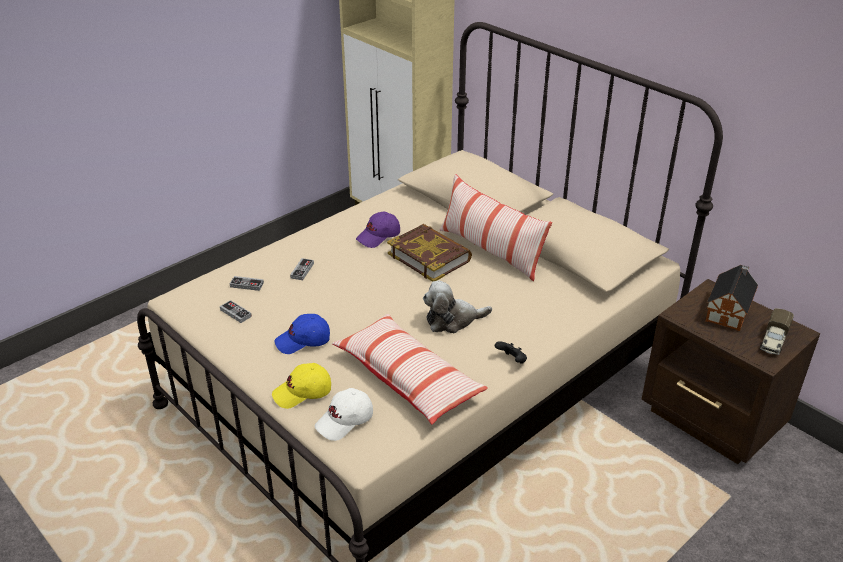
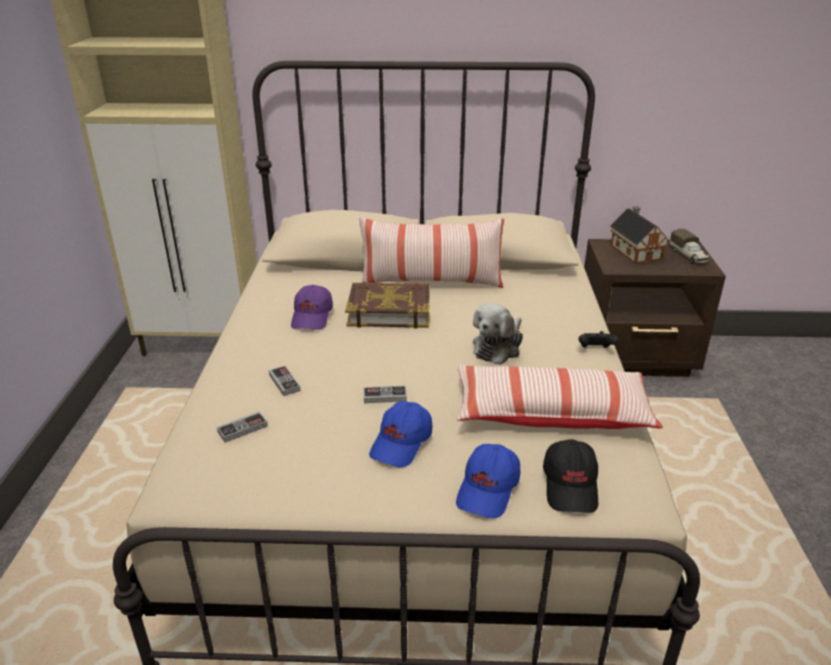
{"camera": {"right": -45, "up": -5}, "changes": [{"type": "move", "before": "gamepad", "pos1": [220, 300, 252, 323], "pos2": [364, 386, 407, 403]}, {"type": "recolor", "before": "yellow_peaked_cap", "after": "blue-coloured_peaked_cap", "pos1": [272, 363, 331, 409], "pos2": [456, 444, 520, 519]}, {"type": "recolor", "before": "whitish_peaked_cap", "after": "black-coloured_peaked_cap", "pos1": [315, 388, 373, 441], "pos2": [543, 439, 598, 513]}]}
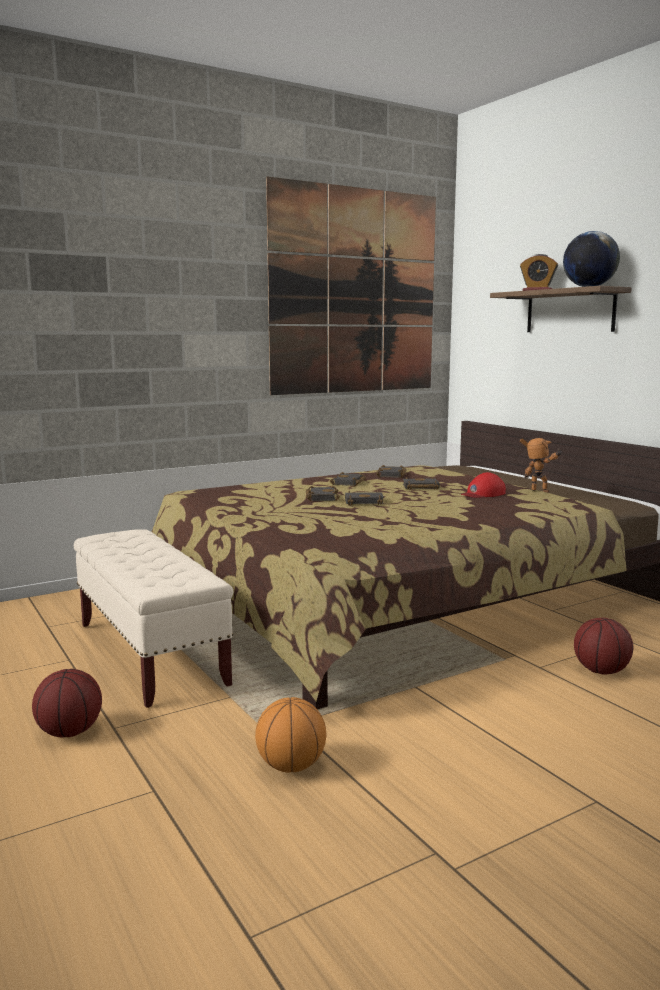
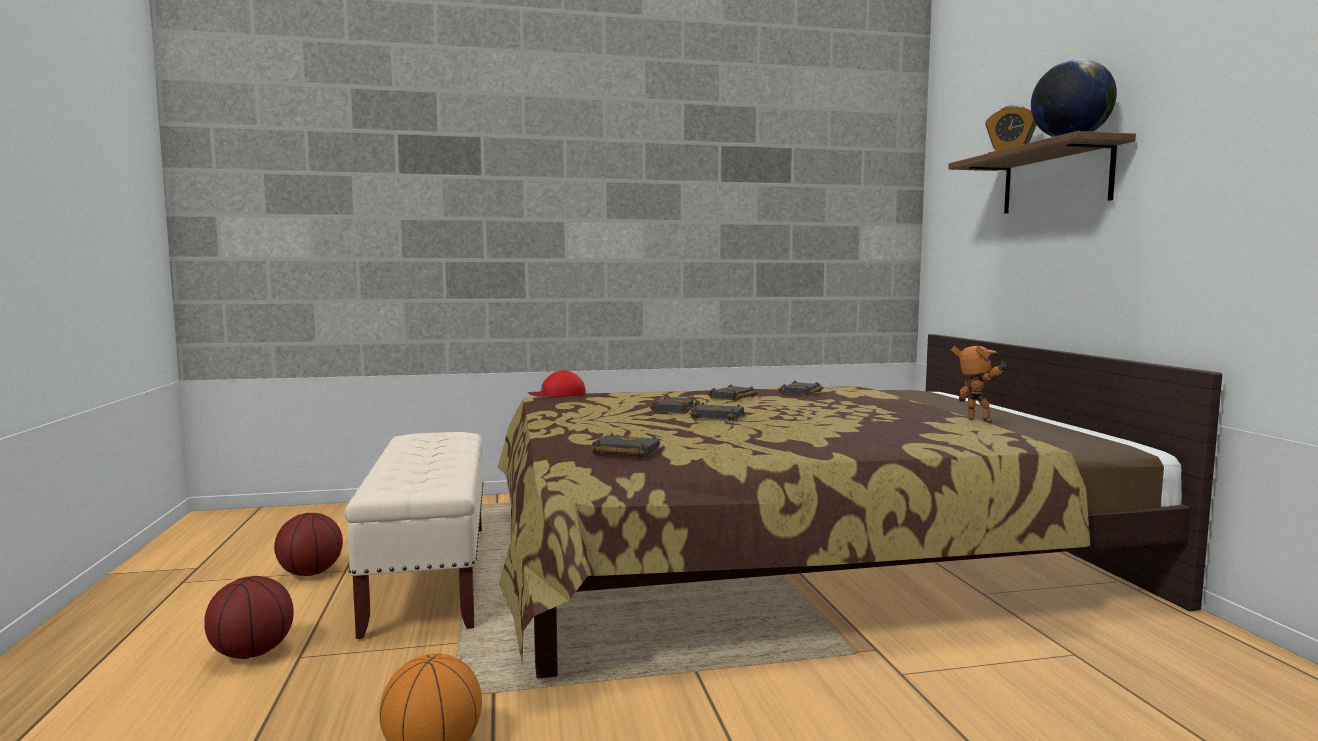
{"camera": {"right": 20, "up": -5}, "changes": [{"type": "delete", "before": "wall_art", "pos1": [266, 177, 436, 395]}, {"type": "move", "before": "red_peaked_cap", "pos1": [461, 472, 506, 498], "pos2": [528, 370, 586, 397]}, {"type": "move", "before": "black-coloured_book", "pos1": [403, 477, 440, 490], "pos2": [592, 433, 661, 458]}, {"type": "move", "before": "basketball_ball", "pos1": [574, 618, 633, 675], "pos2": [274, 513, 343, 576]}]}
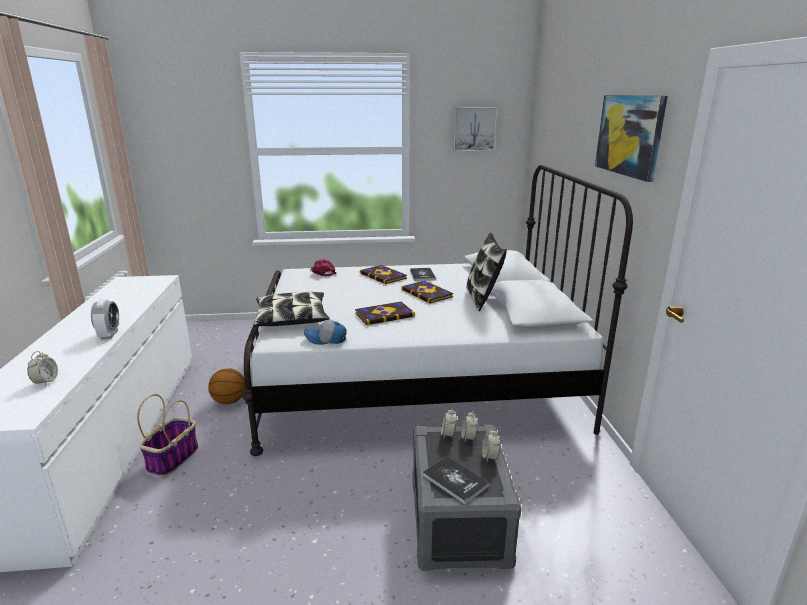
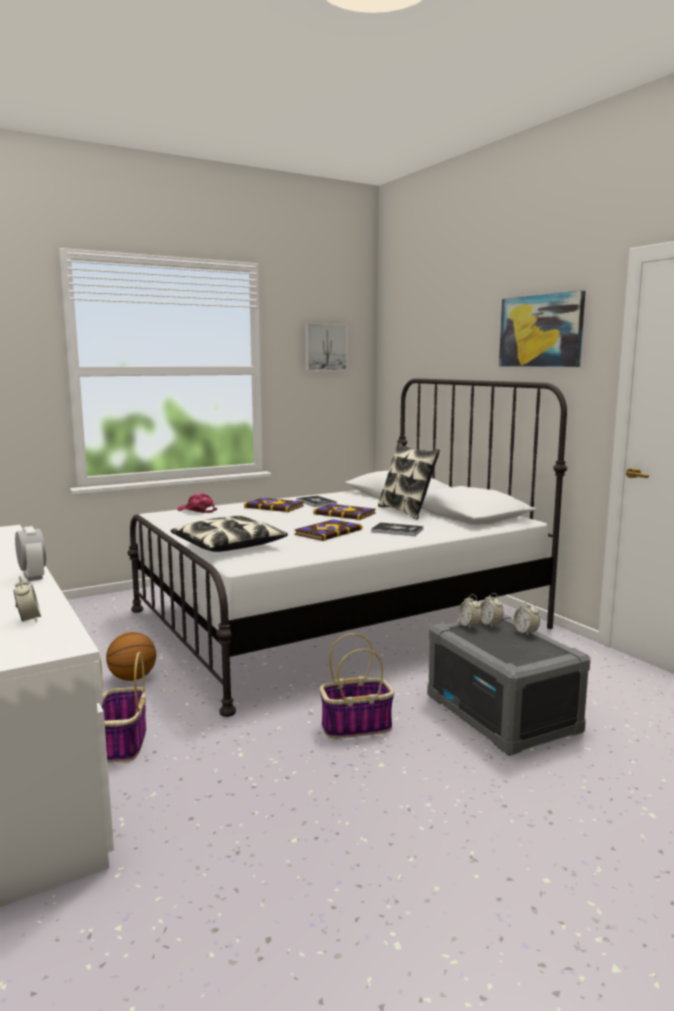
{"camera": {"right": -25, "up": -10}, "changes": [{"type": "delete", "before": "peaked_cap", "pos1": [304, 319, 347, 345]}, {"type": "move", "before": "book", "pos1": [422, 456, 489, 505], "pos2": [371, 523, 423, 536]}, {"type": "insert", "after": "household_basket", "pos2": [320, 633, 394, 739]}]}
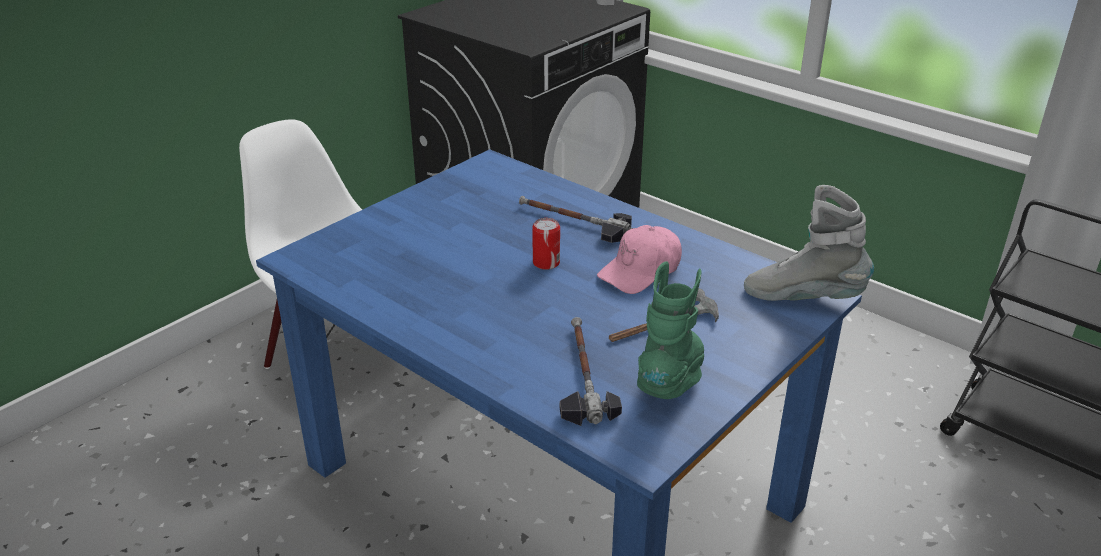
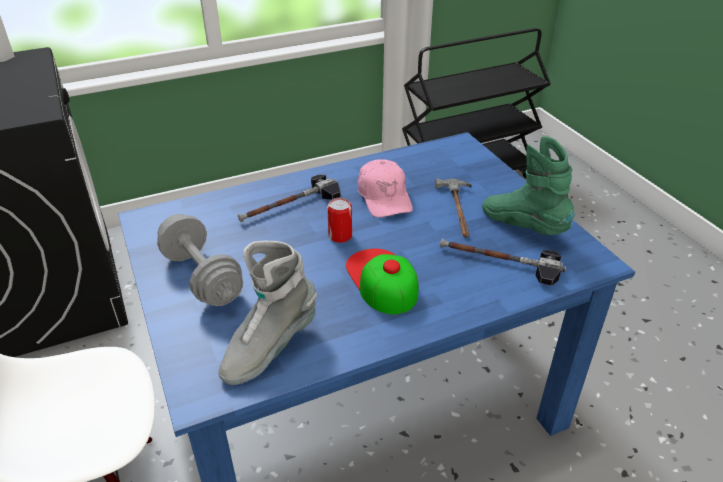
{"camera": {"right": -65, "up": 5}, "changes": [{"type": "move", "before": "greyish_tall_boot", "pos1": [744, 185, 874, 301], "pos2": [218, 241, 317, 385]}, {"type": "insert", "after": "greyish_free_weight", "pos2": [157, 214, 243, 306]}, {"type": "insert", "after": "peaked_cap", "pos2": [346, 249, 418, 314]}]}
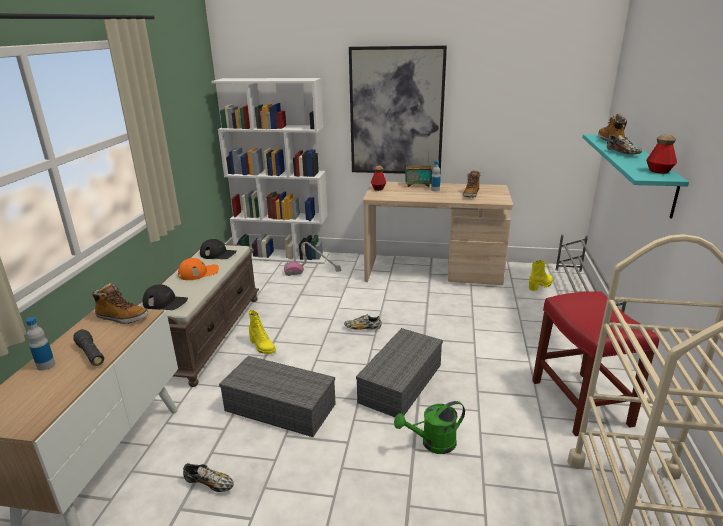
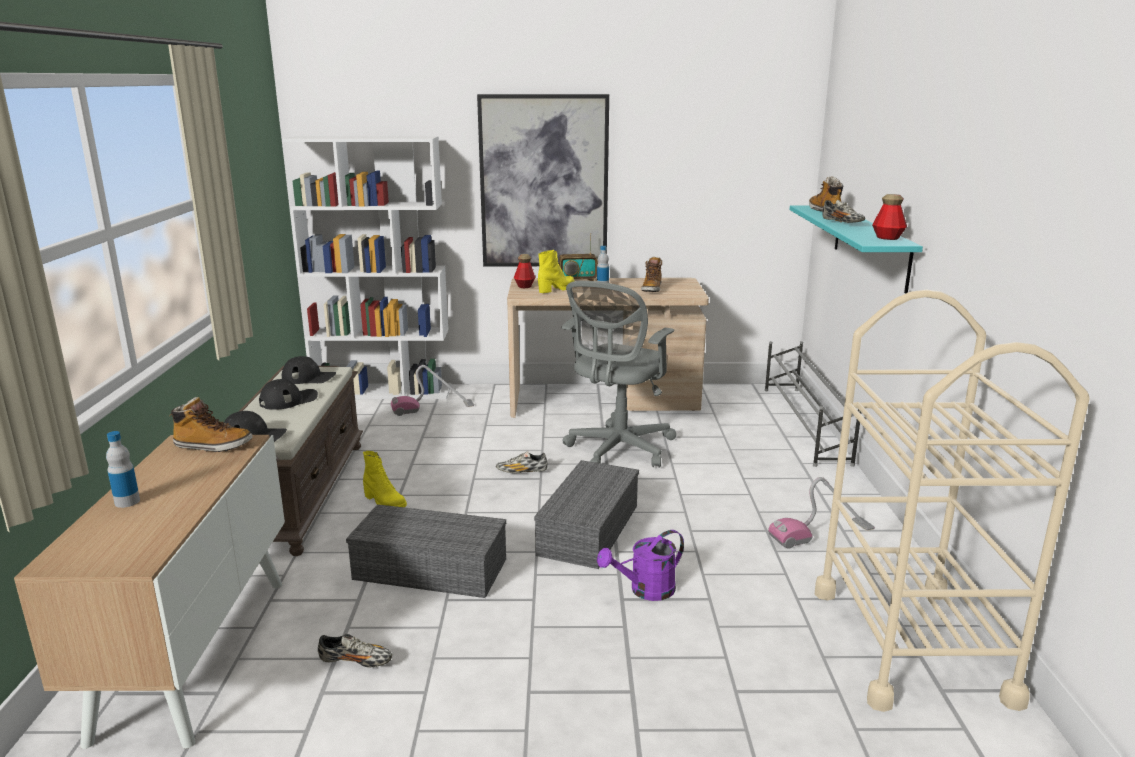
{"camera": {"right": -10, "up": -5}, "changes": [{"type": "recolor", "before": "orange_peaked_cap", "after": "black-coloured_peaked_cap", "pos1": [178, 258, 219, 280], "pos2": [259, 379, 318, 410]}, {"type": "move", "before": "yellow_tall_boot", "pos1": [529, 260, 553, 291], "pos2": [538, 250, 574, 293]}, {"type": "replace", "before": "red_sitting_stool", "after": "hoover", "pos1": [532, 291, 659, 436], "pos2": [768, 477, 875, 549]}, {"type": "delete", "before": "black-coloured_hand_torch", "pos1": [73, 329, 104, 366]}, {"type": "recolor", "before": "green_sprinkling_can", "after": "purple_sprinkling_can", "pos1": [394, 401, 465, 454], "pos2": [597, 530, 684, 601]}, {"type": "insert", "after": "greyish_desk_chair", "pos2": [561, 281, 676, 467]}]}
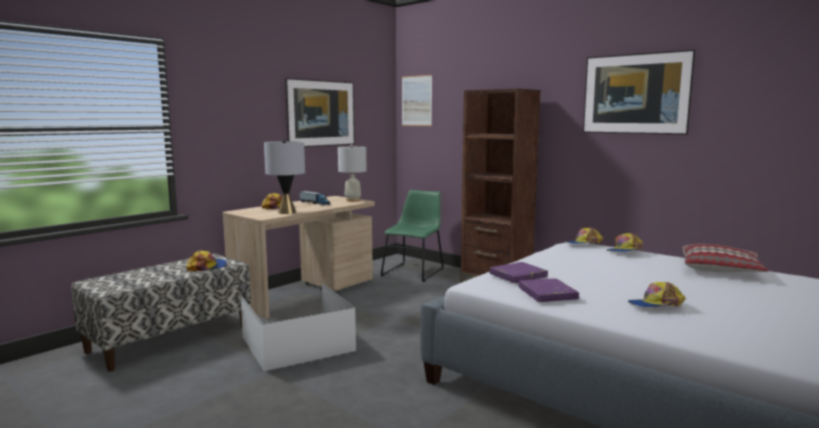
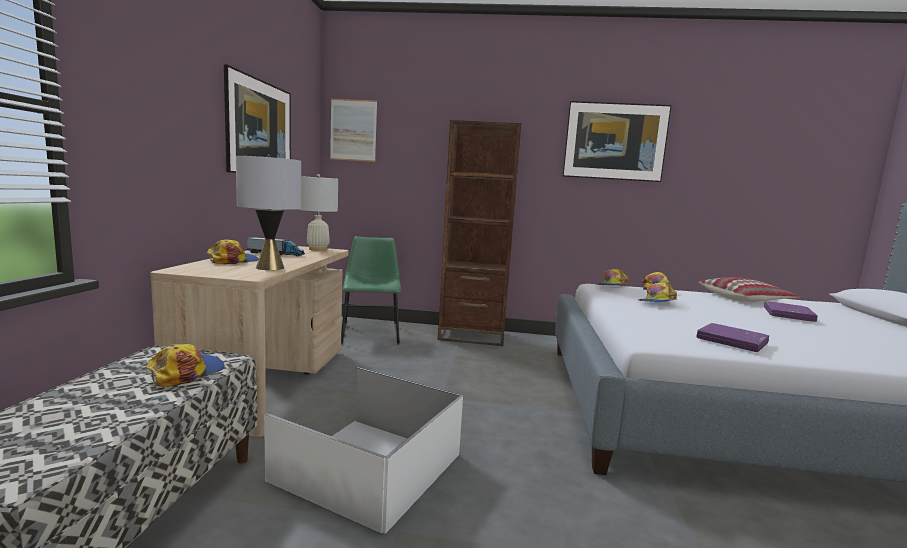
{"camera": {"right": -35, "up": 0}, "changes": [{"type": "move", "before": "purple_book", "pos1": [489, 262, 548, 283], "pos2": [764, 301, 818, 322]}, {"type": "move", "before": "peaked_cap", "pos1": [628, 282, 686, 307], "pos2": [638, 282, 677, 302]}]}
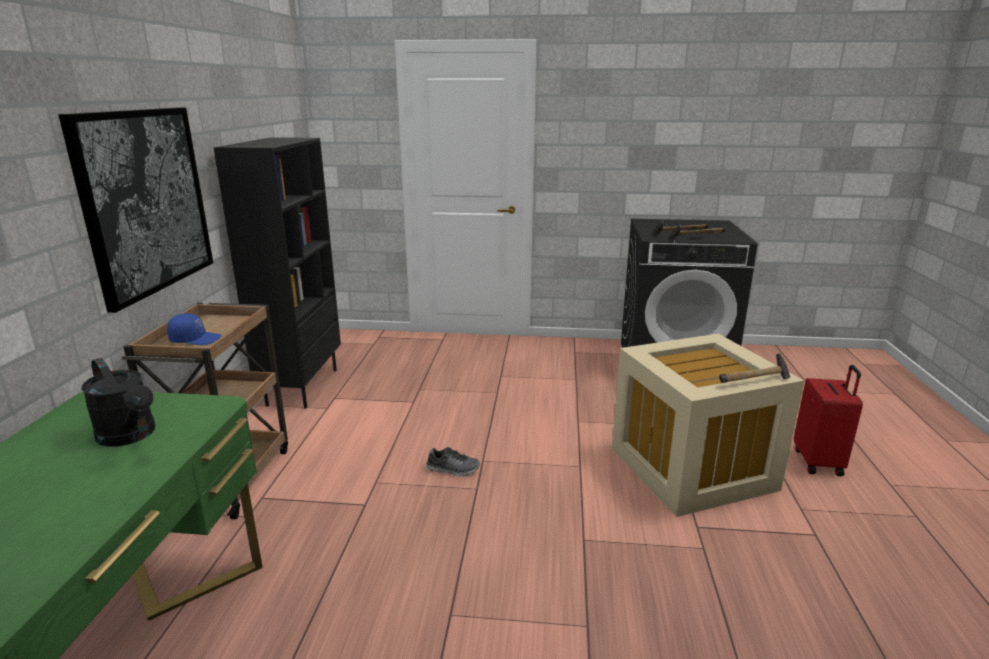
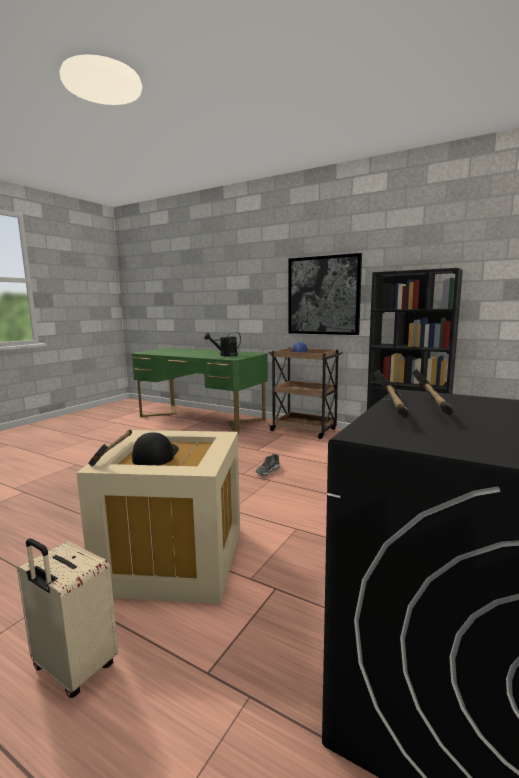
{"camera": {"right": 115, "up": -10}, "changes": [{"type": "recolor", "before": "red_suitcase", "after": "beige-coloured_suitcase", "pos1": [794, 365, 863, 476], "pos2": [17, 538, 118, 698]}, {"type": "insert", "after": "peaked_cap", "pos2": [132, 432, 179, 465]}]}
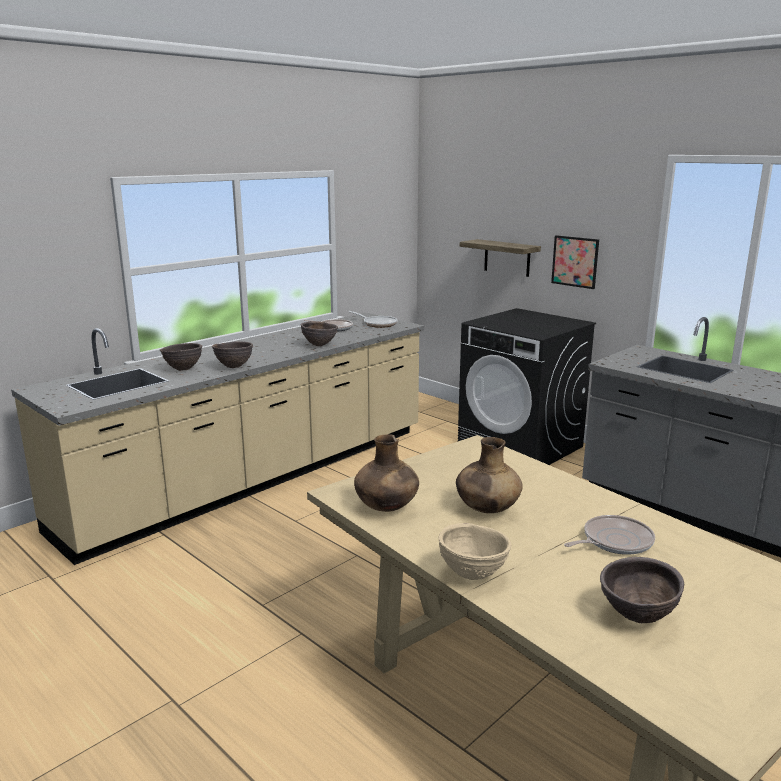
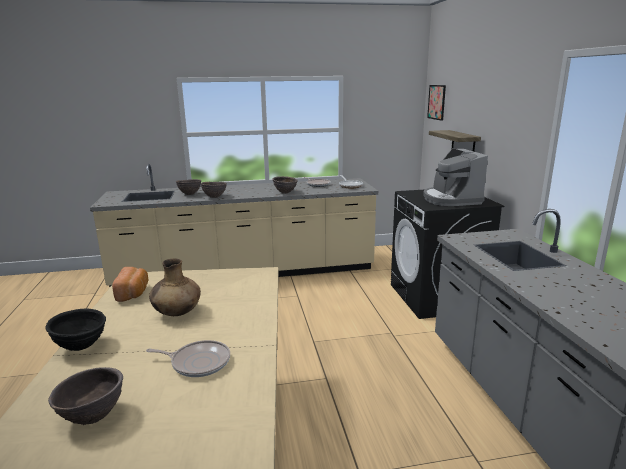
{"camera": {"right": 35, "up": 0}, "changes": [{"type": "move", "before": "wall_art", "pos1": [551, 235, 599, 289], "pos2": [427, 85, 446, 121]}, {"type": "replace", "before": "brown_flower_vase", "after": "bread", "pos1": [354, 434, 419, 512], "pos2": [112, 267, 148, 302]}, {"type": "recolor", "before": "beige-coloured_deep_dish", "after": "black-coloured_deep_dish", "pos1": [438, 523, 511, 580], "pos2": [45, 309, 106, 351]}, {"type": "insert", "after": "coffee_maker", "pos2": [423, 148, 488, 206]}]}
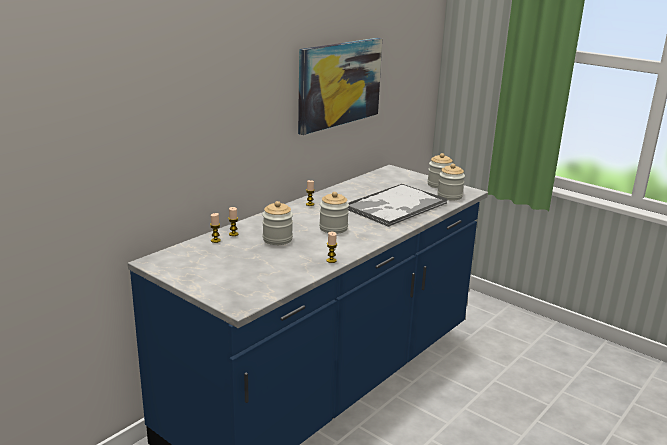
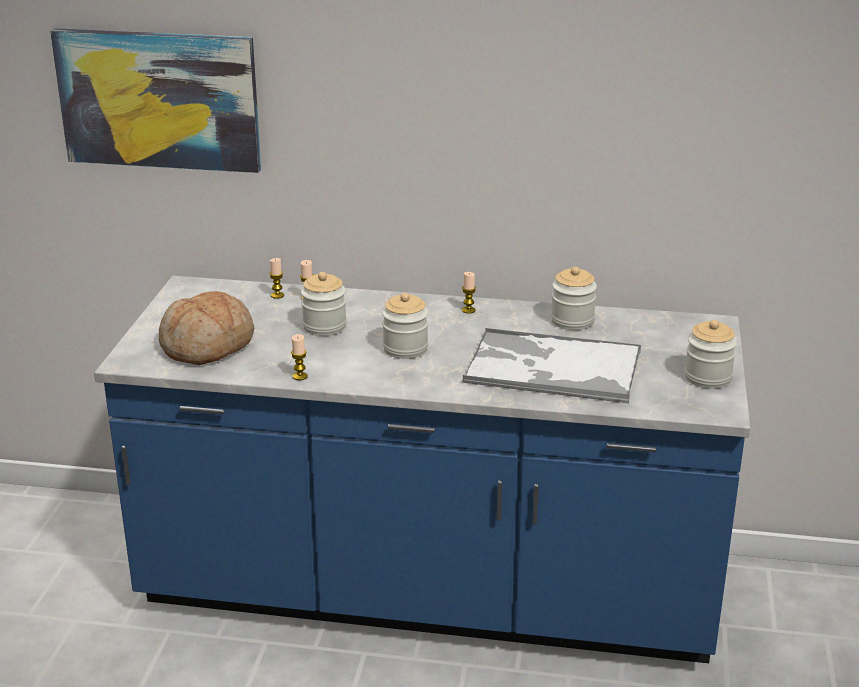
{"camera": {"right": 60, "up": 5}, "changes": [{"type": "move", "before": "wall_art", "pos1": [298, 38, 382, 135], "pos2": [50, 28, 261, 173]}, {"type": "move", "before": "preserve_jar", "pos1": [437, 164, 465, 200], "pos2": [551, 266, 597, 330]}, {"type": "insert", "after": "bread", "pos2": [159, 291, 255, 365]}]}
